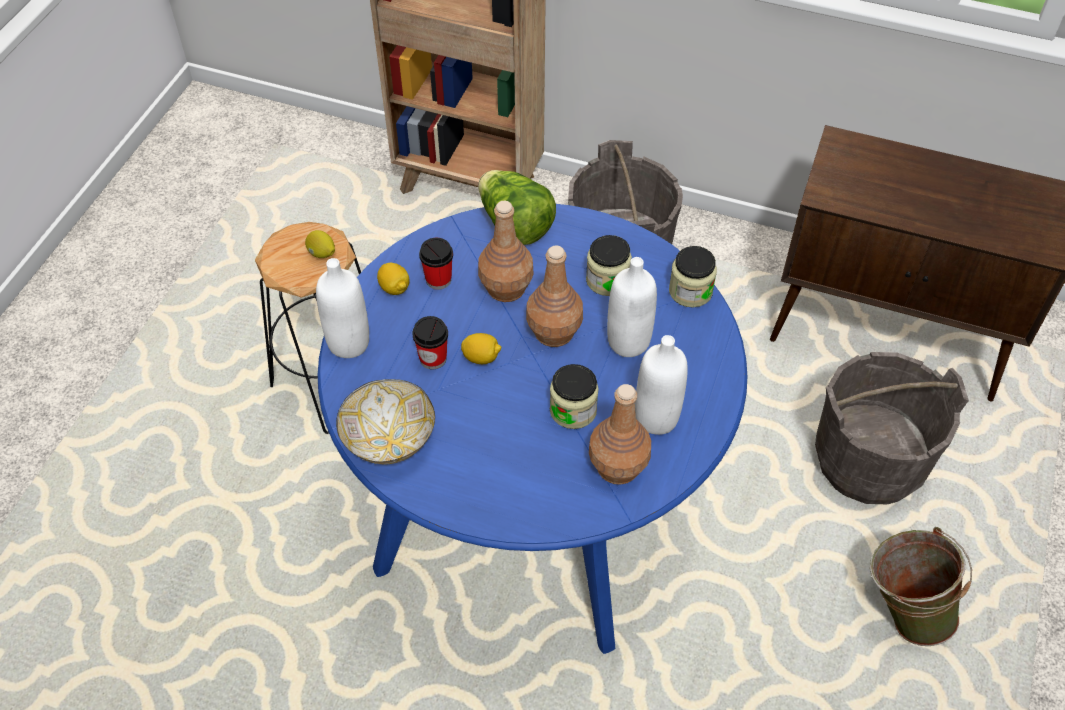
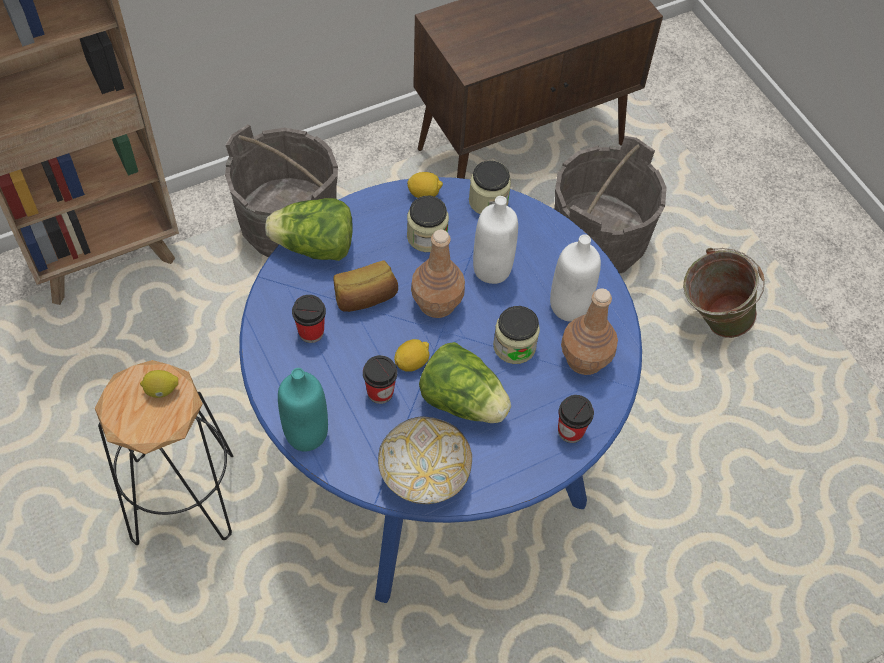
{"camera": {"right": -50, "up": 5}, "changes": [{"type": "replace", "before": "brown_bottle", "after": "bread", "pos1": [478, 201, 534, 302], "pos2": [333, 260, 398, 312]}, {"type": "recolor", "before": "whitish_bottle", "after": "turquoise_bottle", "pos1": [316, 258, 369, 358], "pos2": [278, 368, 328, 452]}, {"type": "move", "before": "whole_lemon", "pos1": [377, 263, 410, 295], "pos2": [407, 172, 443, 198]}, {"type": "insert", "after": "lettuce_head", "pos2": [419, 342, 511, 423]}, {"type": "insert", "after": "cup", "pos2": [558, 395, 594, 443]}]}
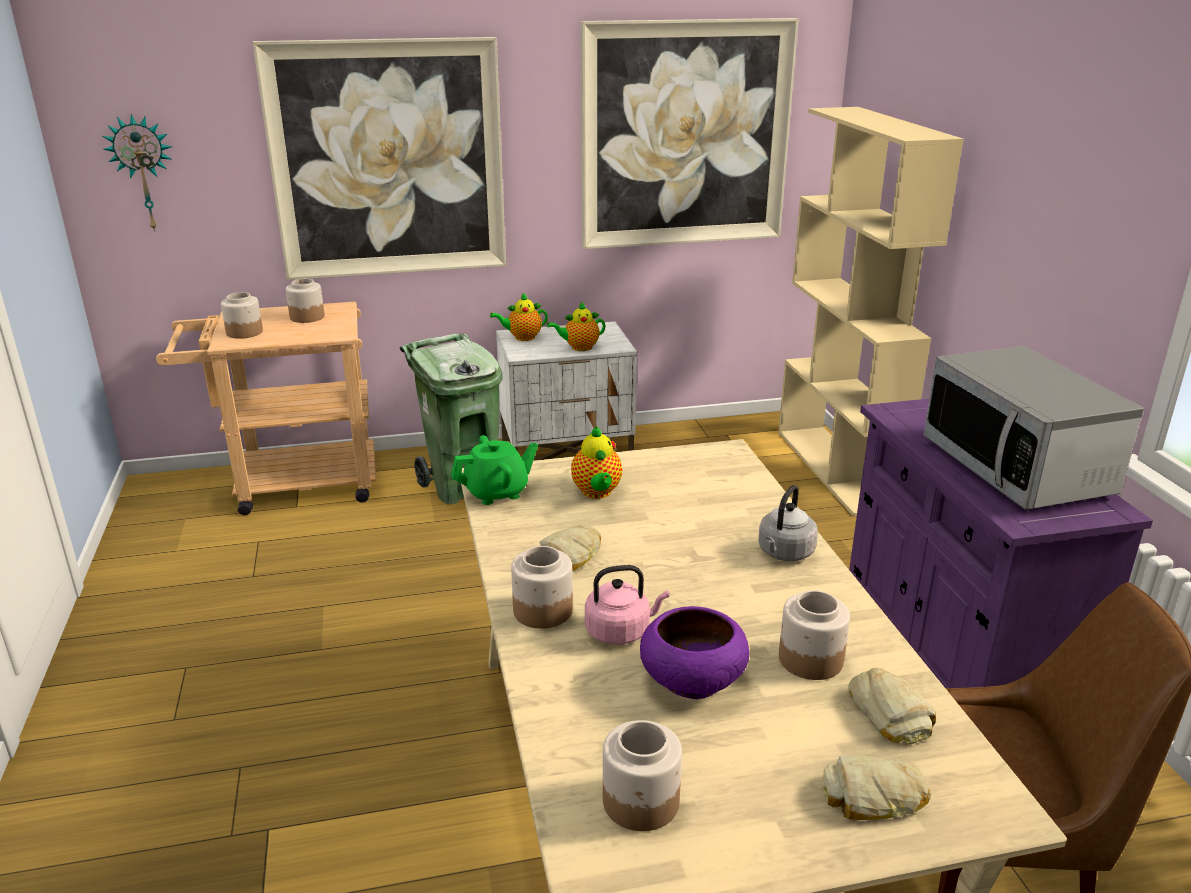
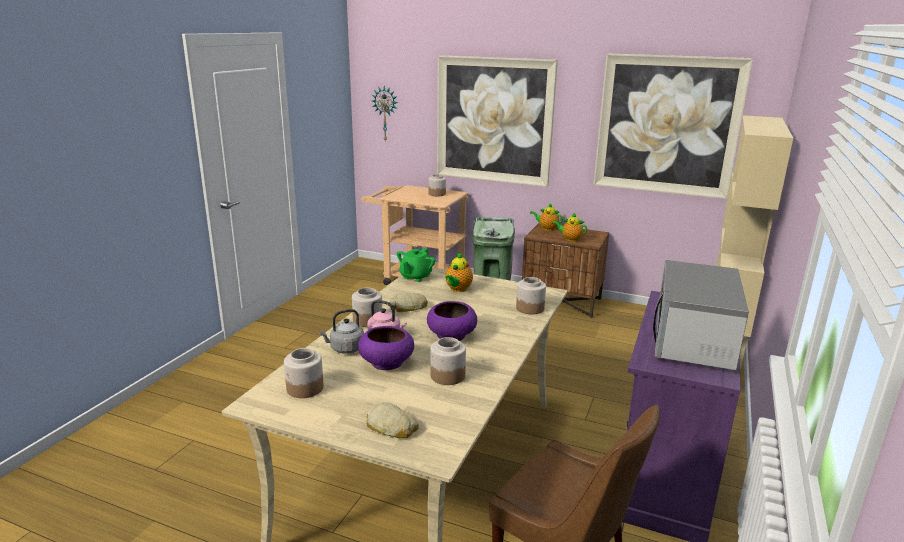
{"camera": {"right": 35, "up": -5}, "changes": [{"type": "move", "before": "preserve_jar", "pos1": [221, 292, 263, 339], "pos2": [516, 277, 546, 314]}, {"type": "recolor", "before": "whitish_nightstand", "after": "brown_nightstand", "pos1": [496, 321, 637, 461], "pos2": [522, 223, 609, 318]}, {"type": "rotate", "before": "green_tea_pot", "pos1": [451, 435, 538, 505], "pos2": [397, 248, 436, 282], "turn": 105}, {"type": "move", "before": "greyish_water_kettle", "pos1": [758, 485, 818, 561], "pos2": [319, 309, 364, 354]}, {"type": "delete", "before": "bread", "pos1": [848, 668, 936, 744]}, {"type": "insert", "after": "purple_deep_dish", "pos2": [427, 301, 477, 341]}]}
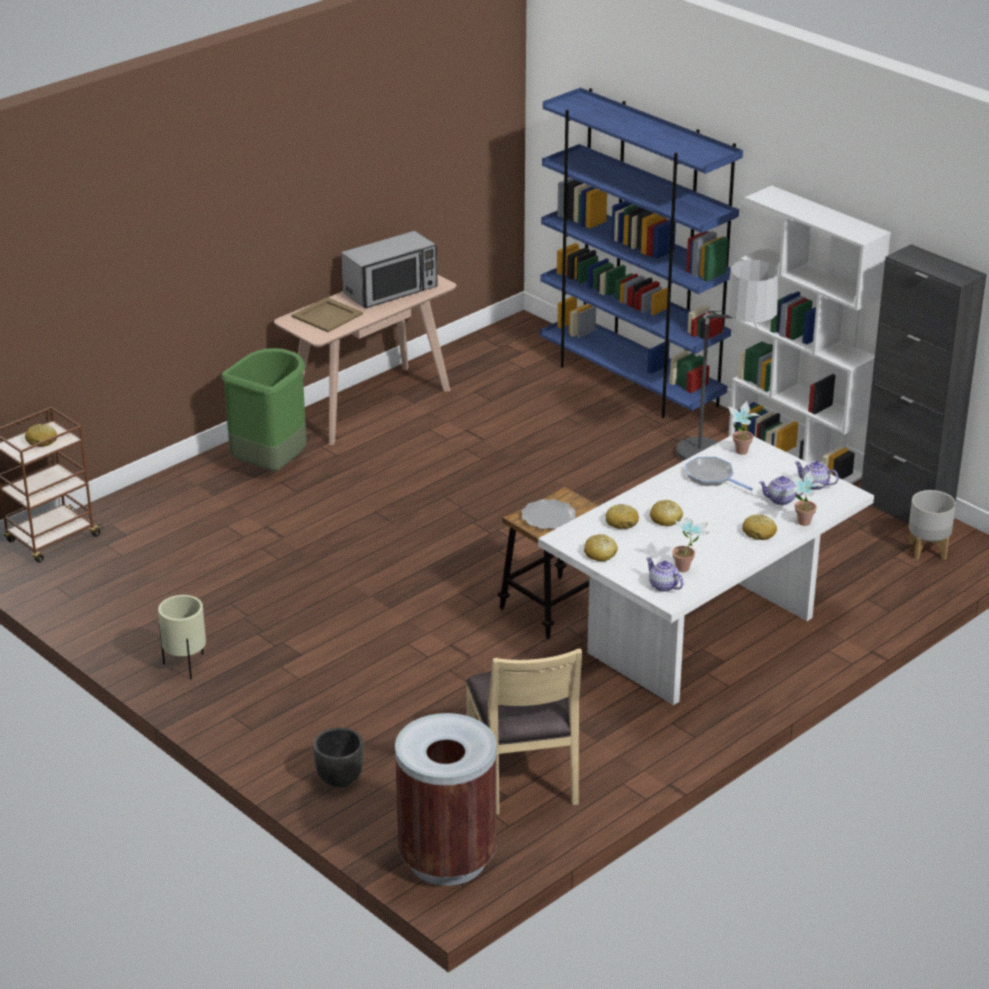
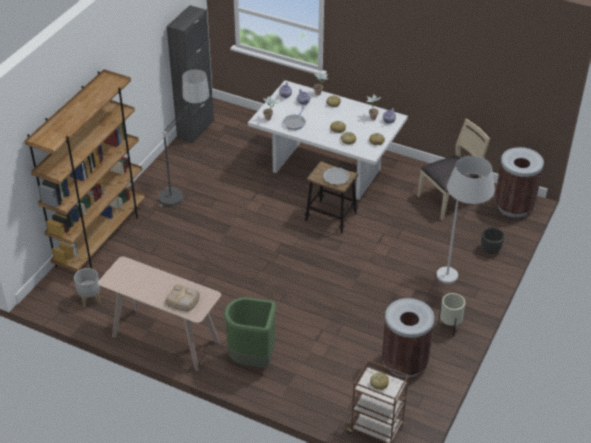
{"camera": {"right": -110, "up": 10}, "changes": [{"type": "recolor", "before": "blue-coloured_bookshelf", "after": "brown_bookshelf", "pos1": [540, 88, 743, 418], "pos2": [24, 69, 146, 272]}, {"type": "delete", "before": "whitish_bookshelf", "pos1": [728, 186, 891, 484]}, {"type": "delete", "before": "kitchen_microwave", "pos1": [342, 231, 438, 309]}, {"type": "replace", "before": "beige-coloured_carrying_tray", "after": "bread", "pos1": [292, 297, 363, 332], "pos2": [165, 284, 200, 312]}, {"type": "move", "before": "greyish_plant_pot", "pos1": [909, 490, 956, 560], "pos2": [74, 268, 101, 307]}, {"type": "insert", "after": "whitish_floor_lamp", "pos2": [436, 156, 495, 284]}, {"type": "insert", "after": "brown_rubbish_bin", "pos2": [382, 298, 434, 378]}]}
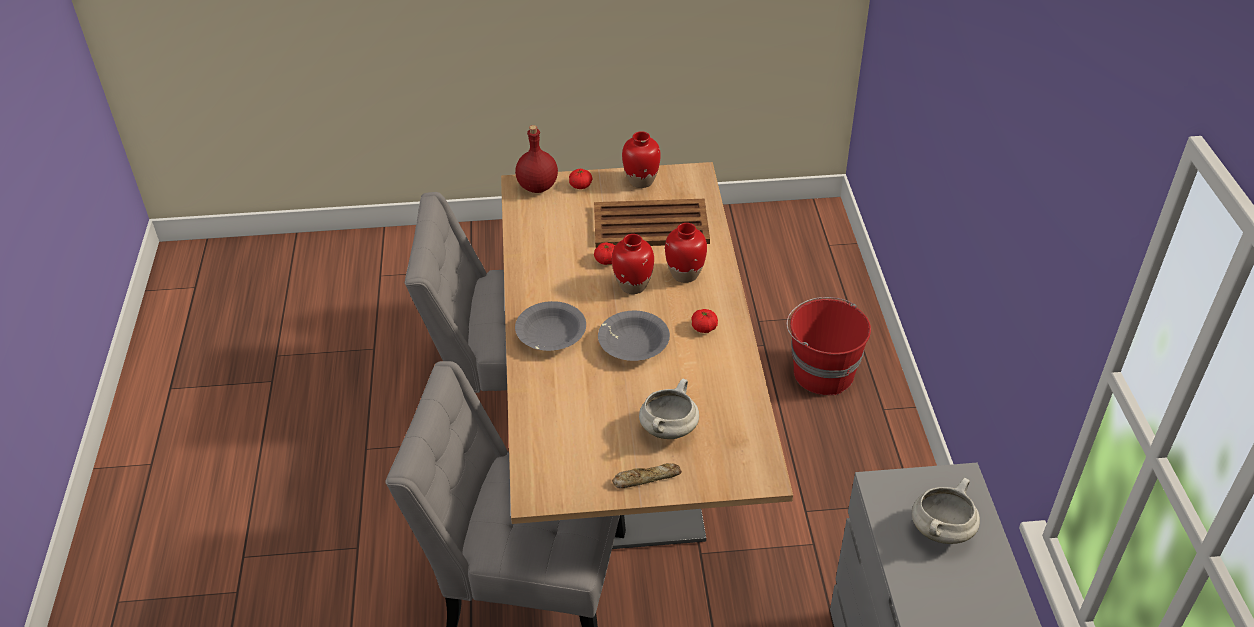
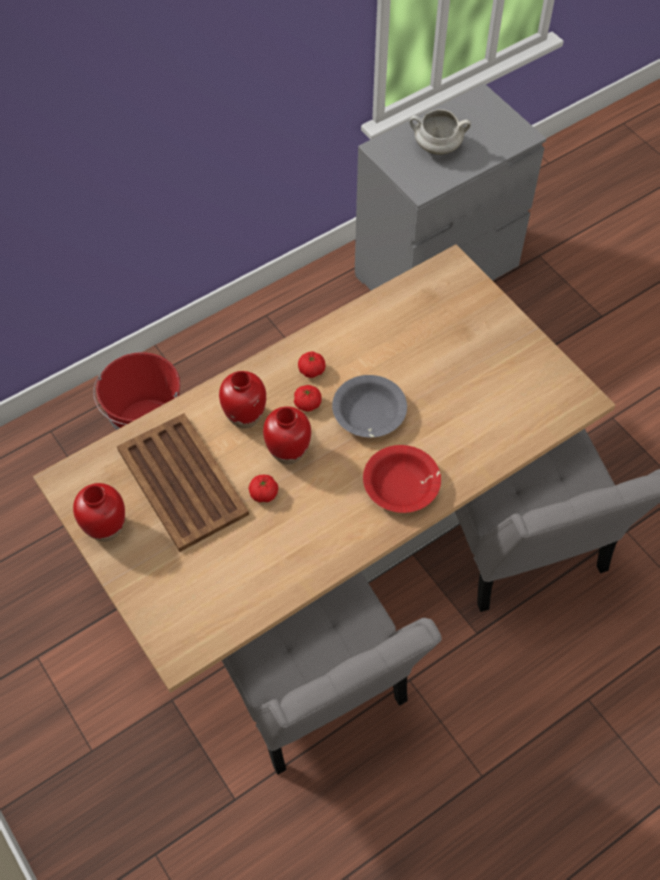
{"camera": {"right": -120, "up": 15}, "changes": [{"type": "delete", "before": "red_bottle", "pos1": [515, 125, 558, 193]}, {"type": "move", "before": "fresh_tomato", "pos1": [569, 169, 592, 189], "pos2": [294, 385, 322, 411]}, {"type": "recolor", "before": "greyish_deep_dish", "after": "red_deep_dish", "pos1": [515, 301, 586, 351], "pos2": [363, 445, 441, 513]}, {"type": "delete", "before": "whitish_saucepot", "pos1": [639, 379, 699, 439]}, {"type": "delete", "before": "bread", "pos1": [612, 463, 682, 489]}]}
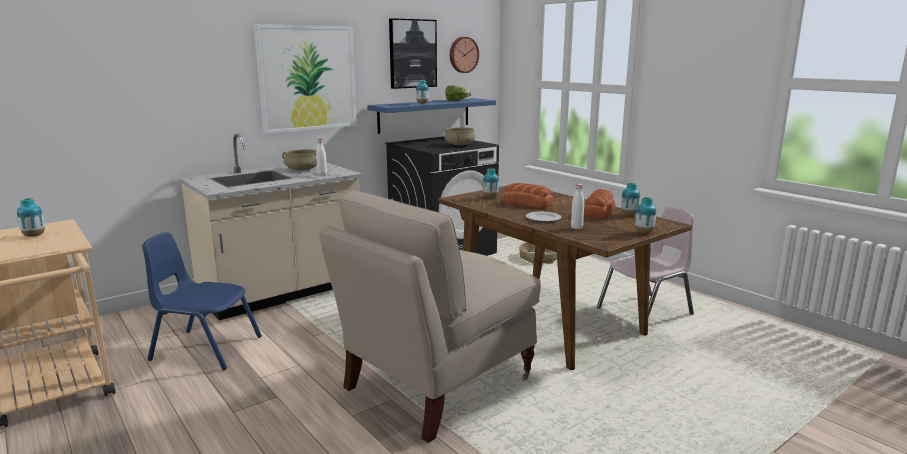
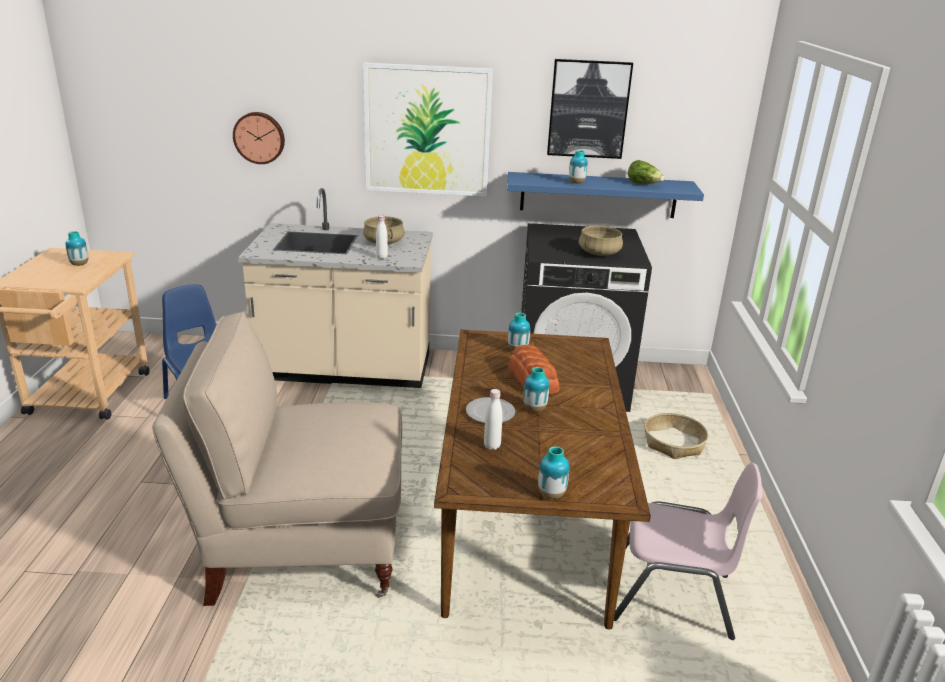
{"camera": {"right": 40, "up": 10}, "changes": [{"type": "move", "before": "wall_clock", "pos1": [450, 37, 479, 73], "pos2": [233, 112, 285, 164]}, {"type": "move", "before": "flower_vase", "pos1": [621, 183, 640, 215], "pos2": [523, 367, 549, 412]}, {"type": "delete", "before": "bread", "pos1": [584, 189, 615, 219]}]}
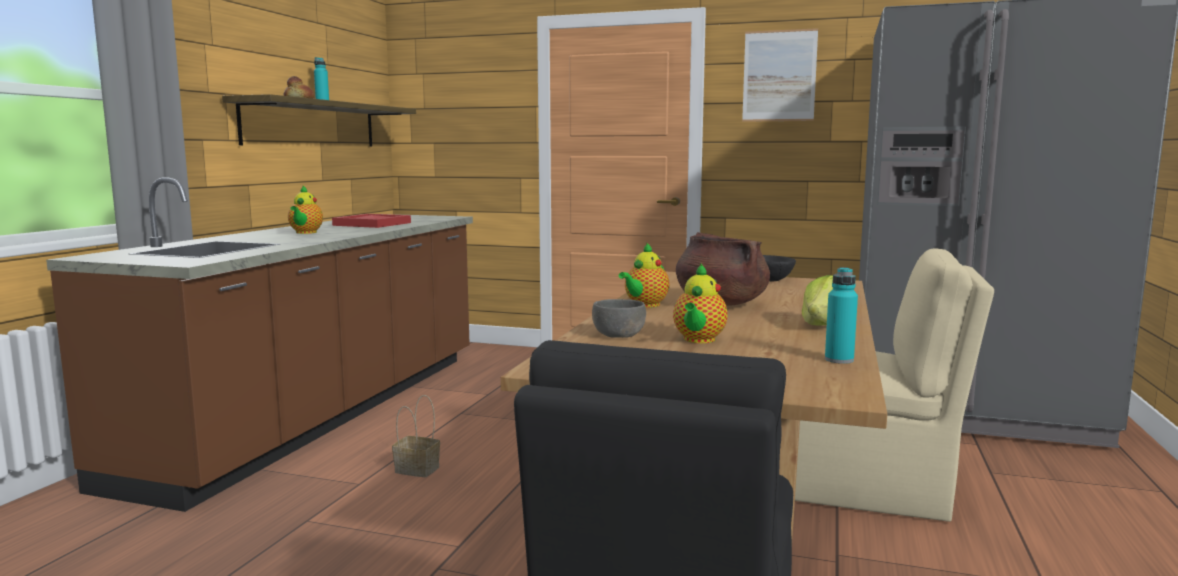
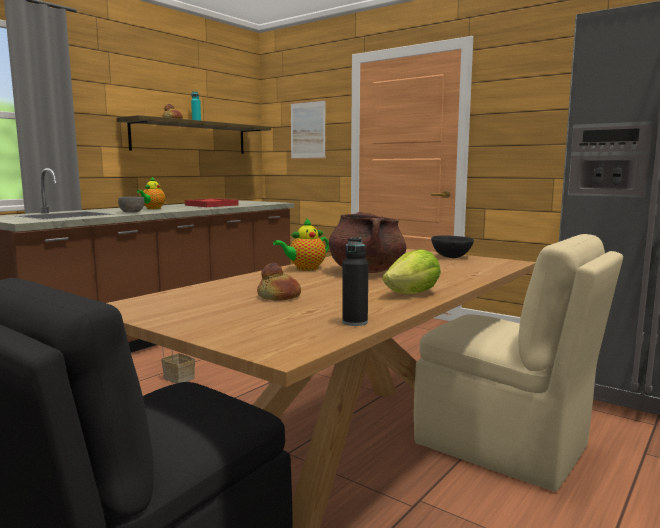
{"camera": {"right": 20, "up": 0}, "changes": [{"type": "move", "before": "wall_art", "pos1": [742, 28, 818, 122], "pos2": [290, 100, 326, 159]}, {"type": "replace", "before": "tea_pot", "after": "bread", "pos1": [673, 264, 727, 343], "pos2": [257, 263, 301, 301]}, {"type": "recolor", "before": "turquoise_bottle", "after": "black-coloured_bottle", "pos1": [825, 267, 858, 364], "pos2": [342, 237, 368, 326]}, {"type": "move", "before": "greyish_deep_dish", "pos1": [592, 299, 646, 338], "pos2": [118, 197, 145, 213]}]}
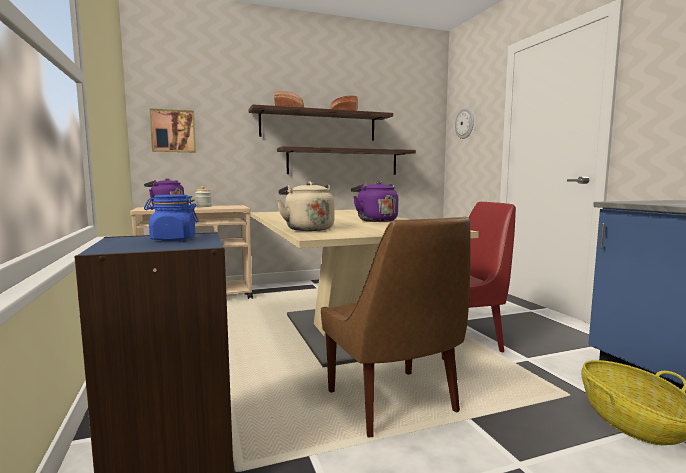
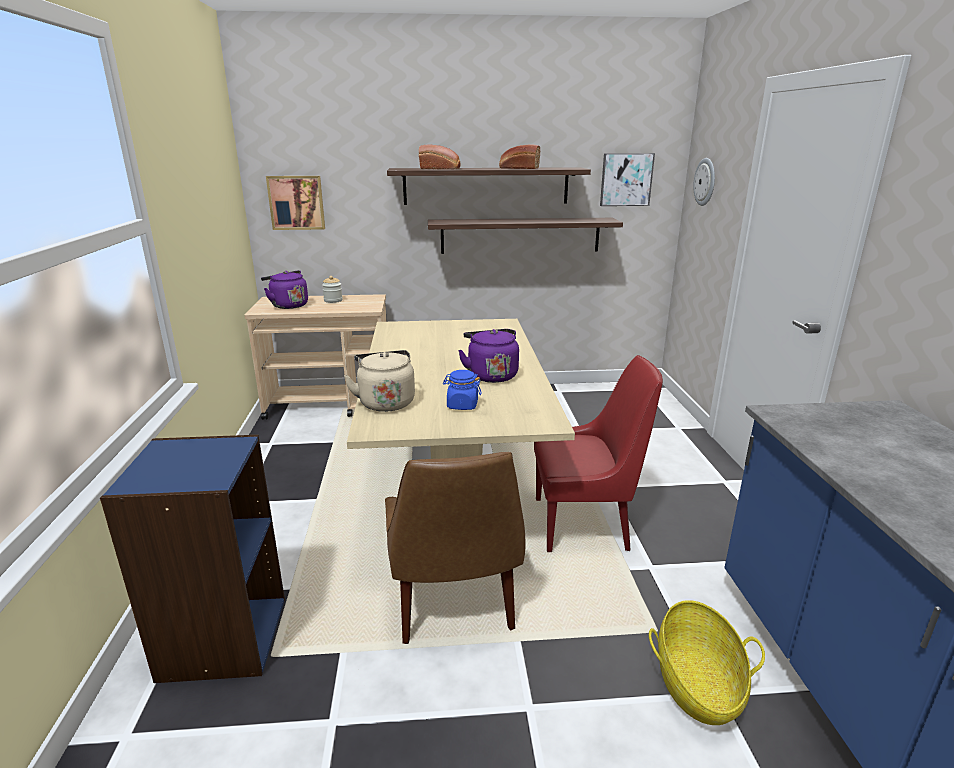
{"camera": {"right": 15, "up": 15}, "changes": [{"type": "move", "before": "blue-coloured_preserve_jar", "pos1": [144, 195, 199, 241], "pos2": [443, 370, 482, 410]}, {"type": "insert", "after": "wall_art", "pos2": [600, 153, 655, 206]}]}
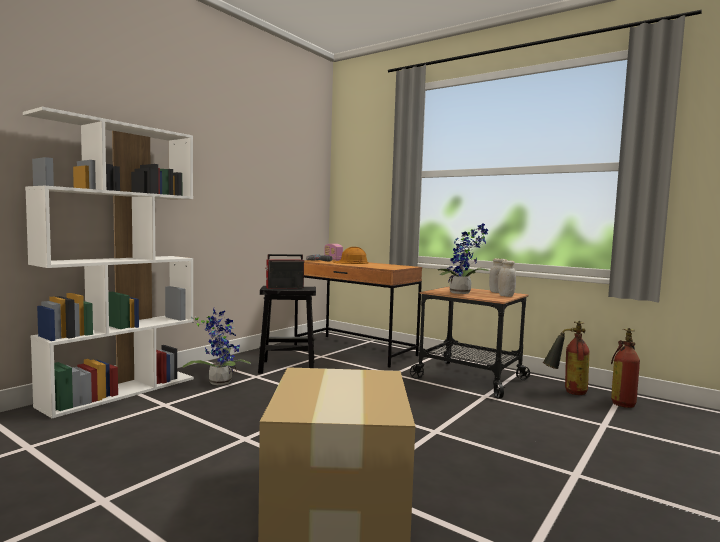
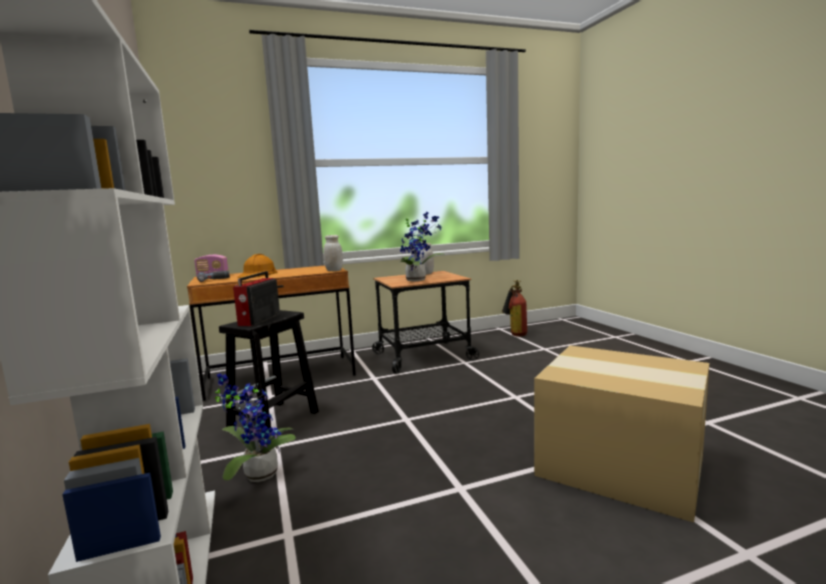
{"camera": {"right": -55, "up": 5}, "changes": [{"type": "move", "before": "whitish_preserve_jar", "pos1": [498, 260, 516, 297], "pos2": [323, 235, 343, 271]}, {"type": "delete", "before": "fire_extinguisher", "pos1": [543, 321, 590, 395]}]}
